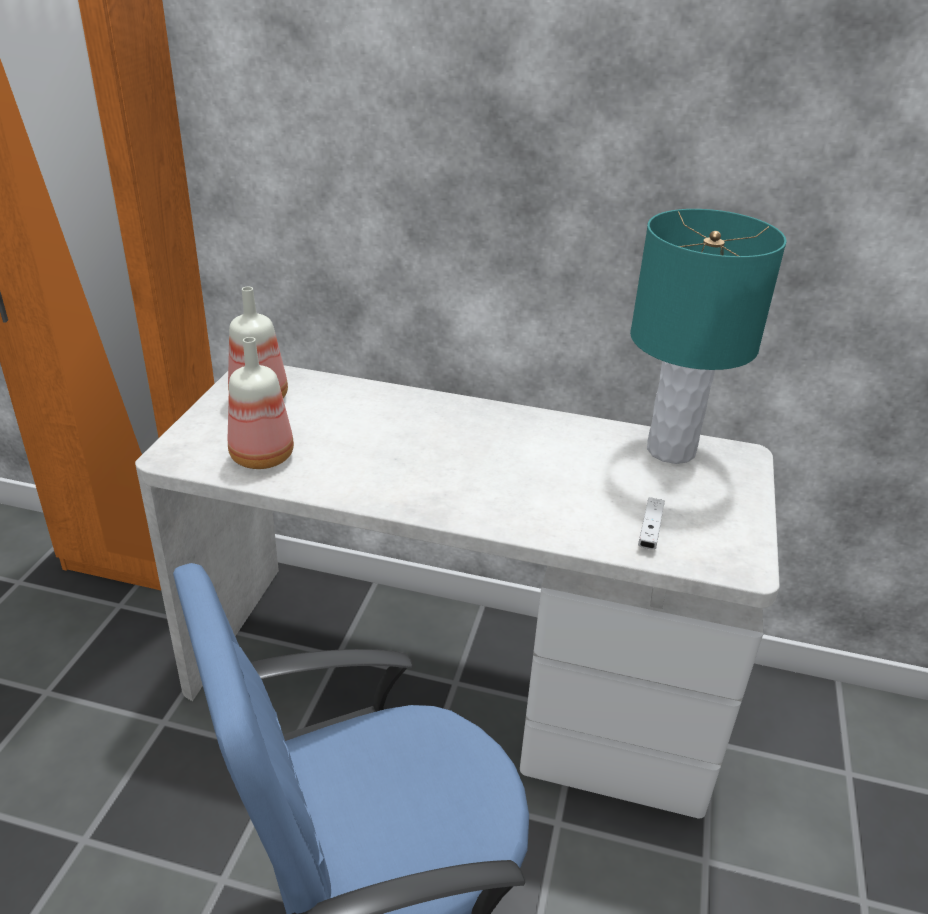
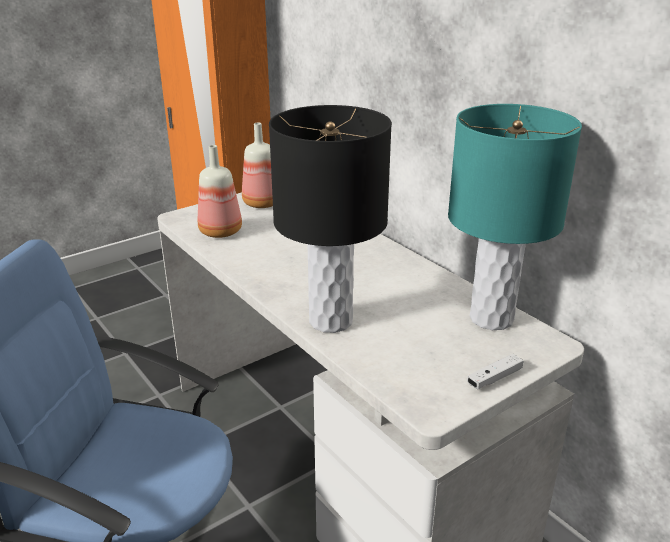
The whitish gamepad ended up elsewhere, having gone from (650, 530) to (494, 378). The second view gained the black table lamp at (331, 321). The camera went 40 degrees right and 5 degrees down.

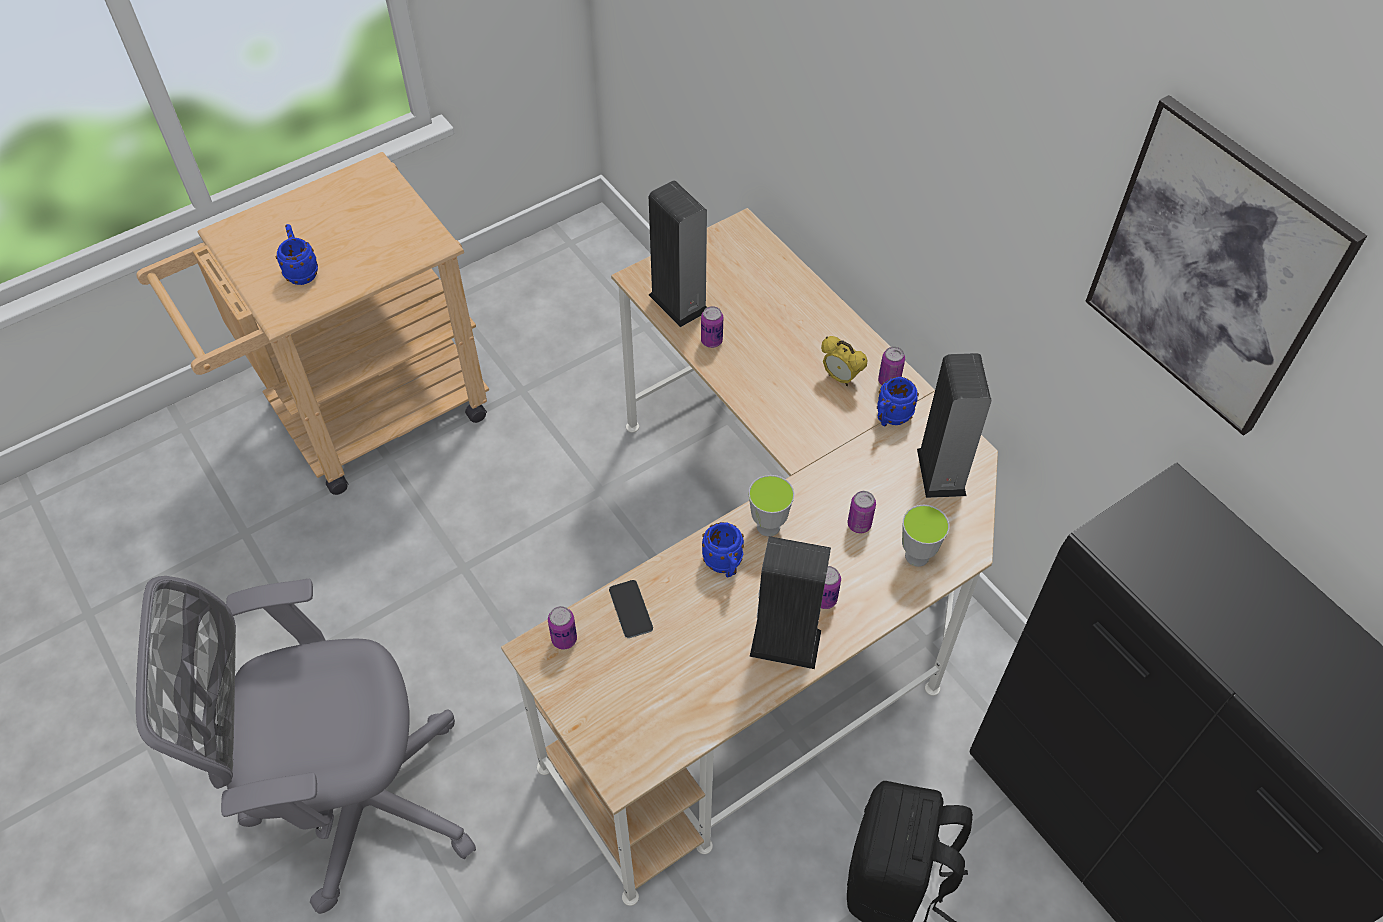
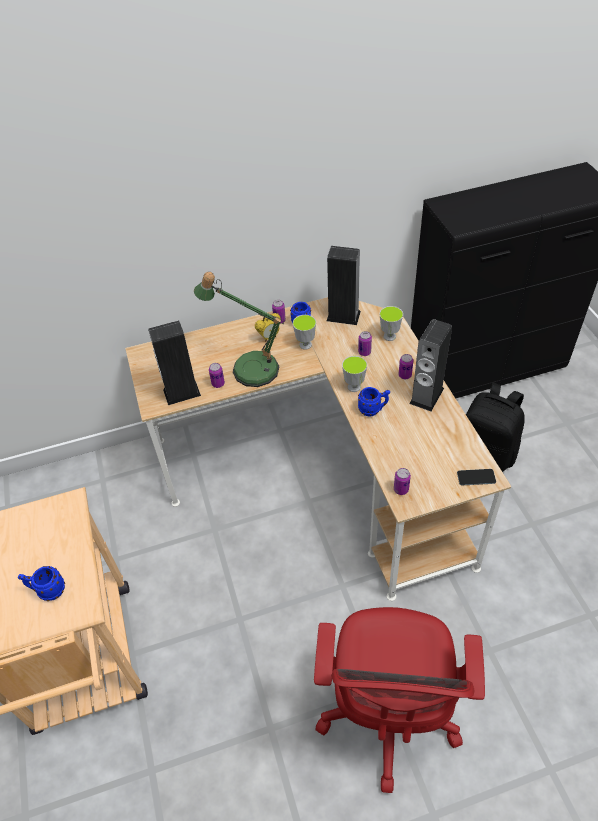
What was the greyish office chair at (353, 801) turned into the red office chair at (388, 714). The phone ended up elsewhere, having gone from (630, 609) to (476, 477). The second view lost the wall art at (1212, 270). The second view gained the table lamp at (249, 366). The second view gained the small cup at (305, 345). The camera went 70 degrees left and 5 degrees down.

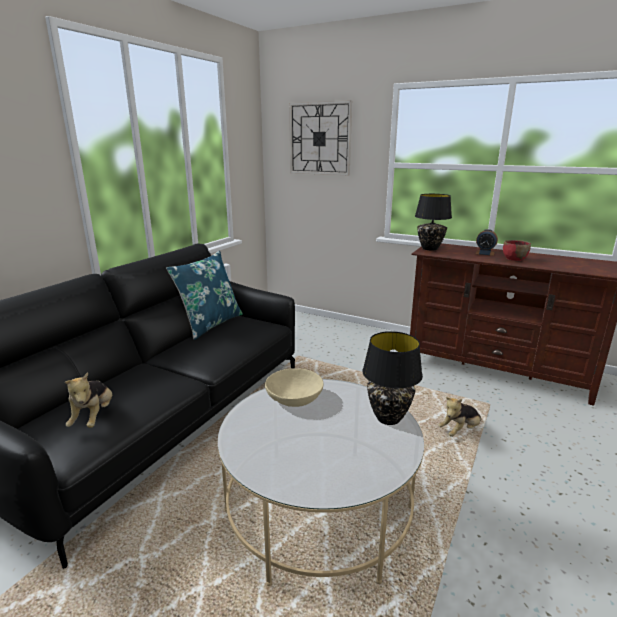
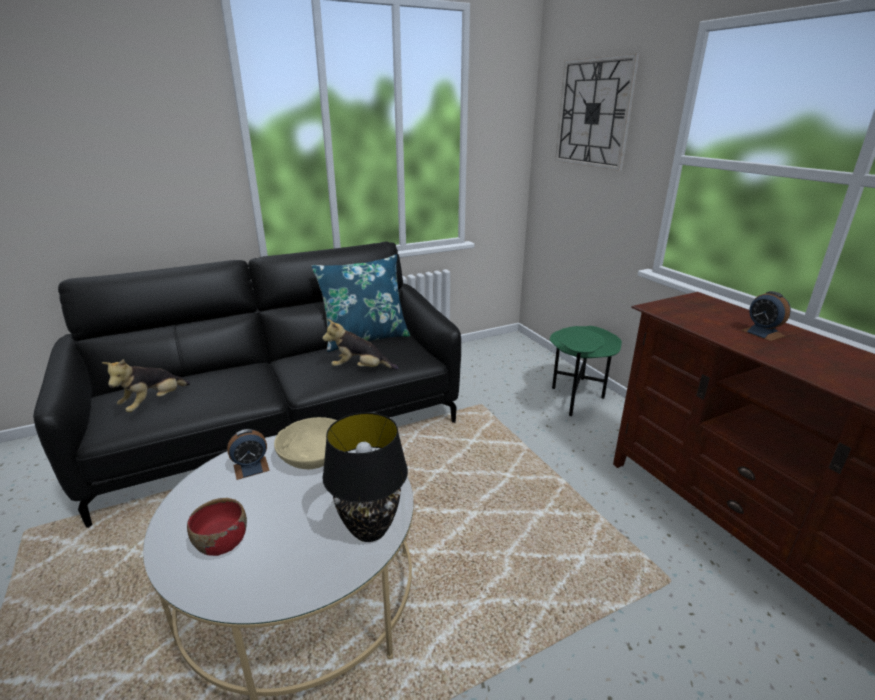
The second view lost the black table lamp at (430, 249). The plush toy ended up elsewhere, having gone from (460, 430) to (360, 369). The red serving bowl ended up elsewhere, having gone from (514, 259) to (222, 543). The second view gained the bedside clock at (251, 467). The second view gained the green-coloured accent table at (576, 398). The camera went 35 degrees right and 5 degrees up.

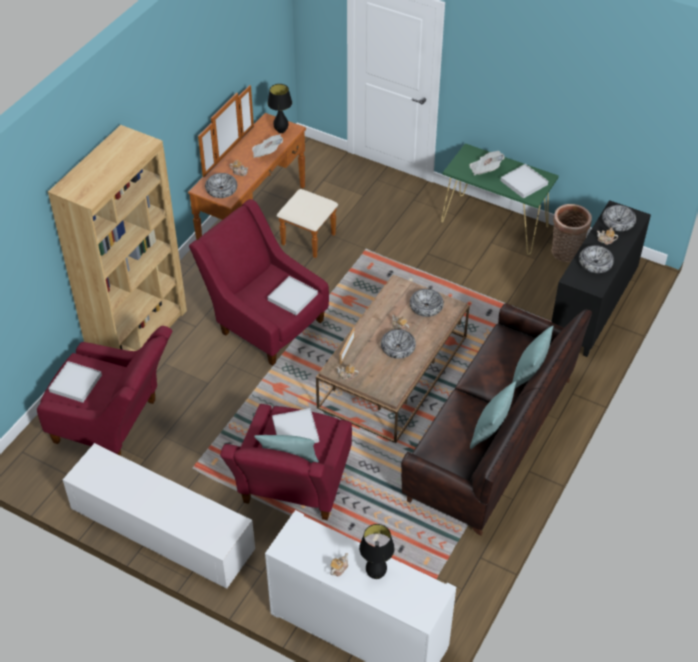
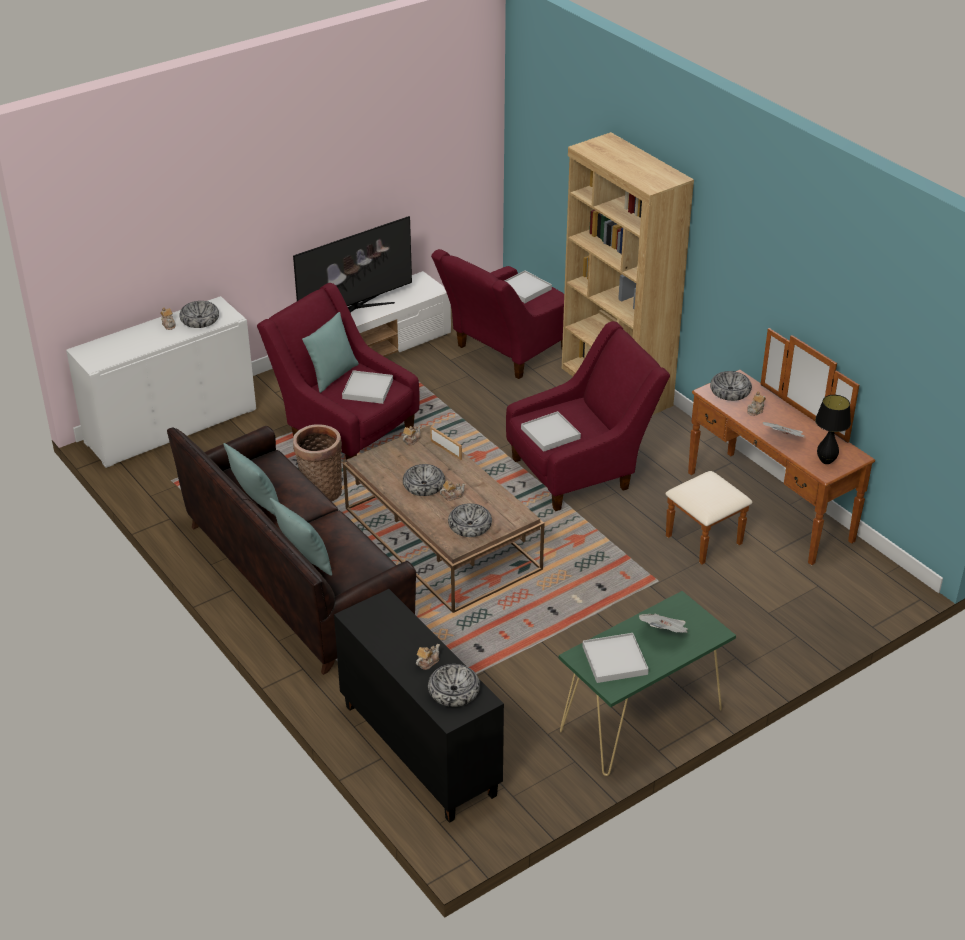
The second view lost the black table lamp at (376, 574). The household basket ended up elsewhere, having gone from (566, 254) to (320, 491). The serving bowl ended up elsewhere, having gone from (595, 263) to (200, 320). The second view gained the TV set at (355, 309). The camera went 115 degrees right and 10 degrees down.

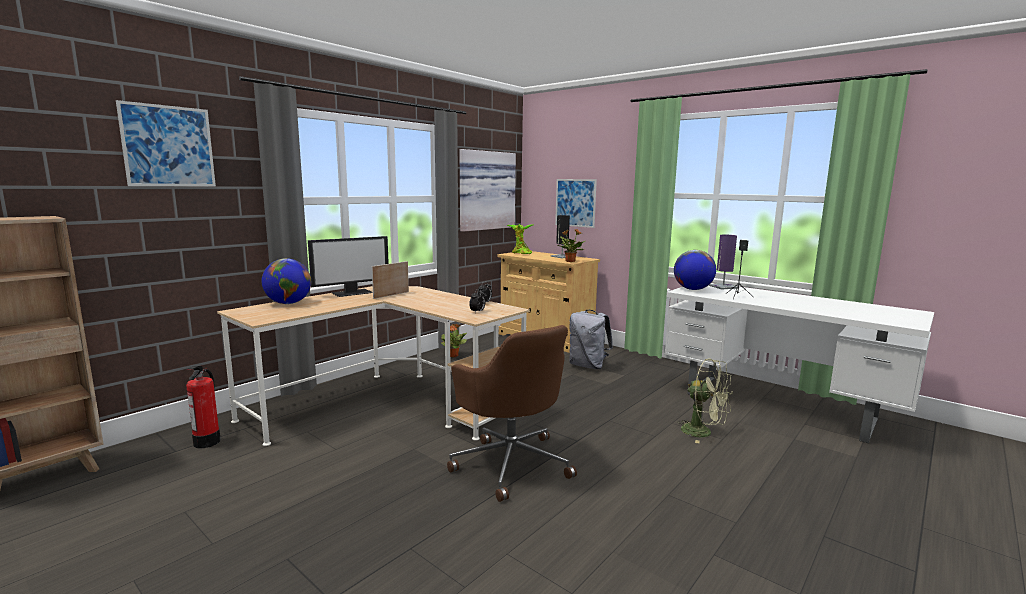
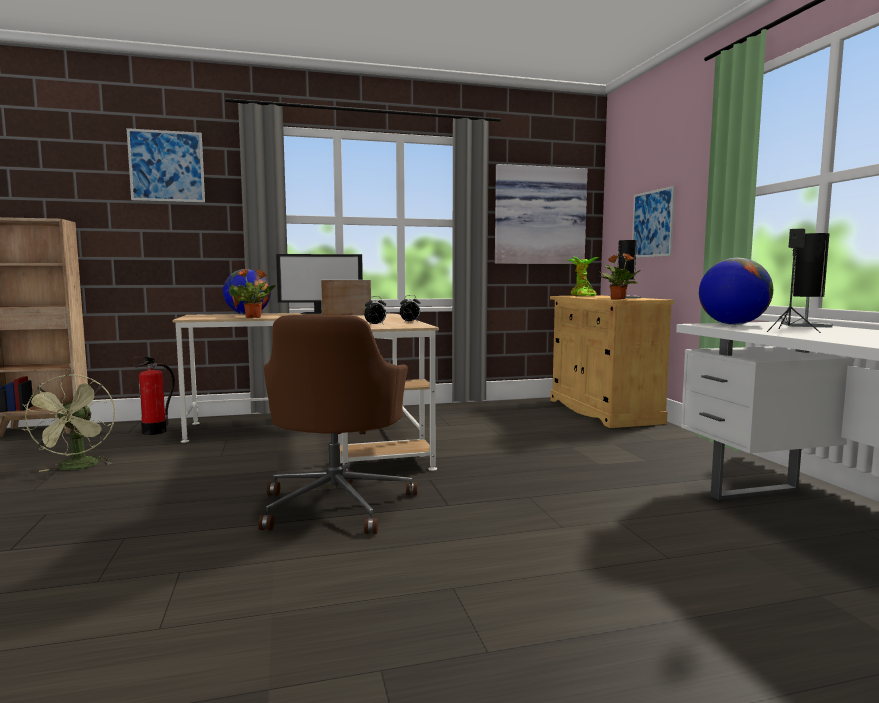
The plant in a pot ended up elsewhere, having gone from (453, 355) to (254, 317). The second view lost the greyish backpack at (588, 366). The green-coloured cooling fan ended up elsewhere, having gone from (703, 433) to (78, 468). What was the purplish table lamp at (723, 287) turned into the black table lamp at (805, 325). The camera went 35 degrees right and 5 degrees down.

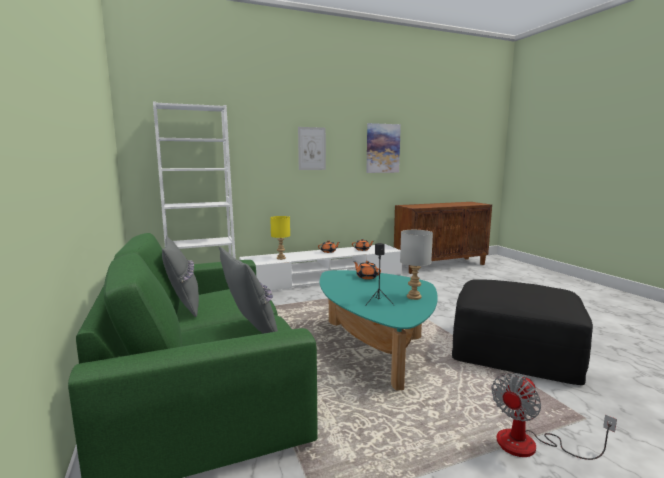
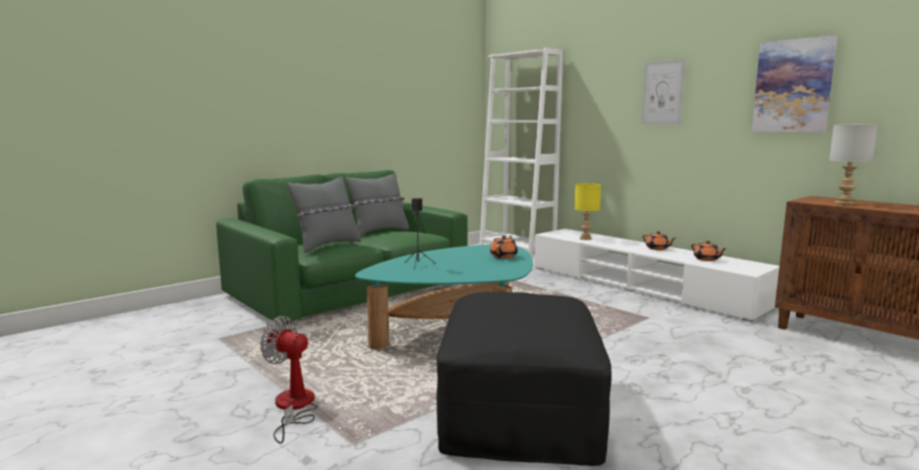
The greyish table lamp ended up elsewhere, having gone from (414, 297) to (845, 204). The camera went 70 degrees right and 0 degrees up.

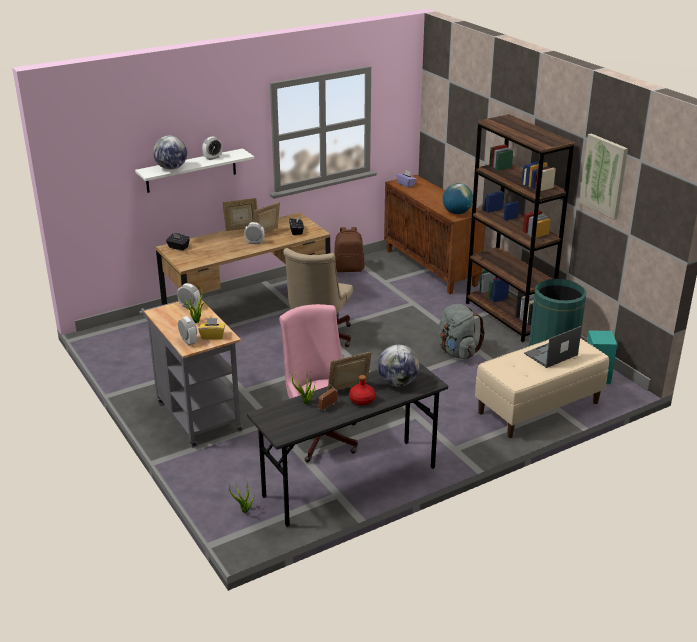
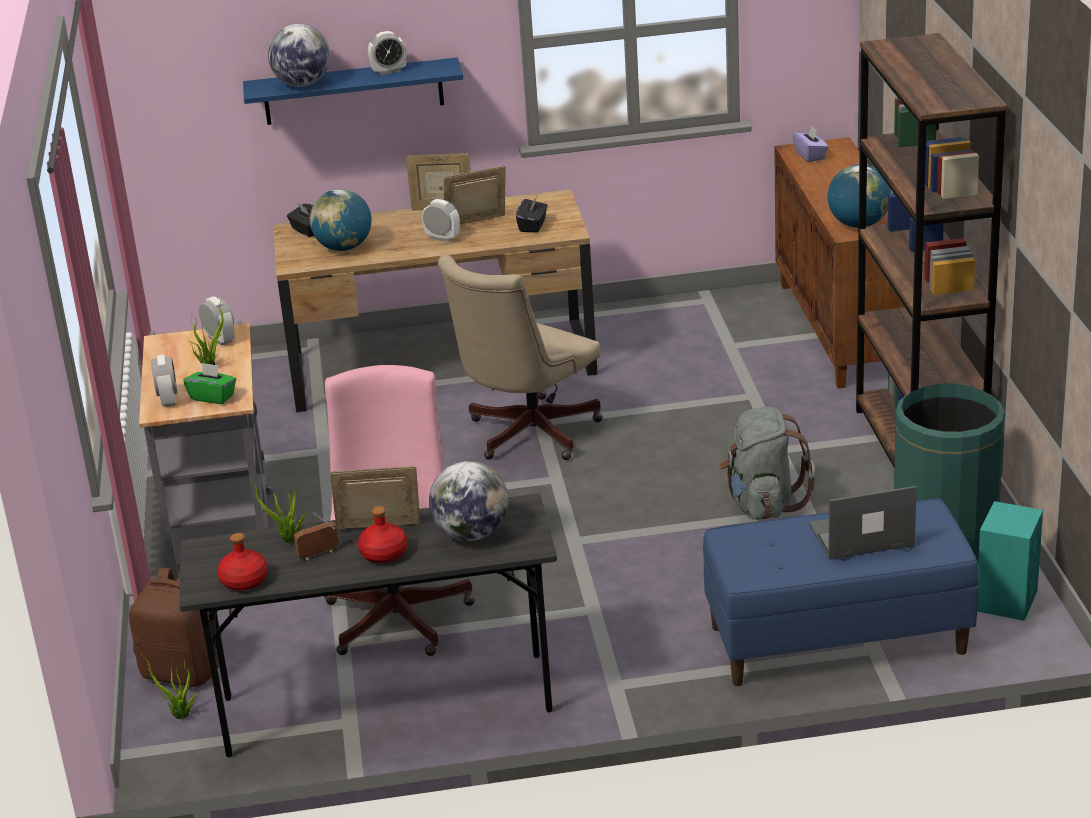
What was the whitish bracket shelf at (191, 170) turned into the blue-coloured bracket shelf at (353, 91). What was the yellow tissue holder at (212, 336) turned into the green-coloured tissue holder at (213, 397). The brown backpack ended up elsewhere, having gone from (349, 269) to (183, 672). What was the beige-coloured long seat at (538, 408) turned into the blue-coloured long seat at (836, 640). The second view lost the wall art at (604, 175). The second view gained the red beverage bottle at (245, 580). The second view gained the desk globe at (344, 248). The camera went 25 degrees right and 0 degrees up.

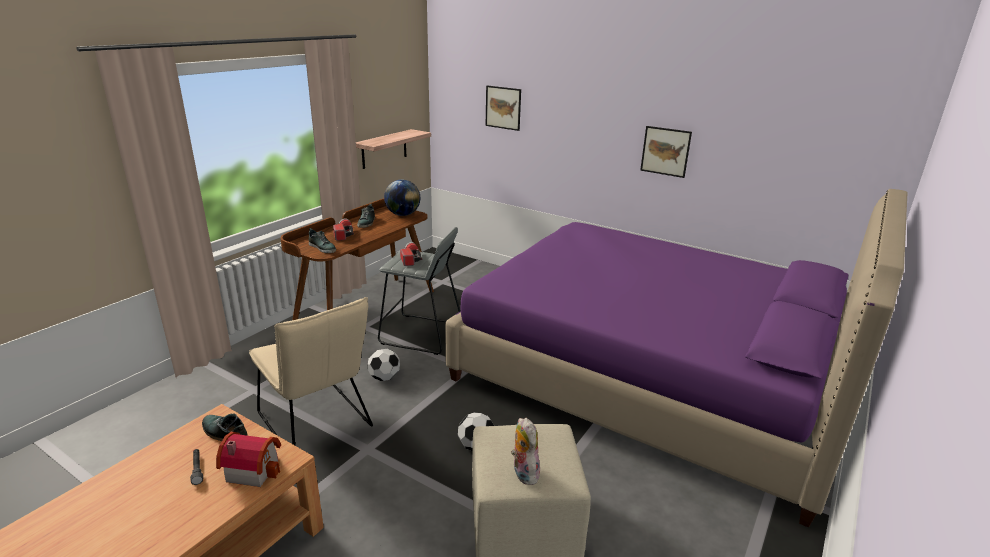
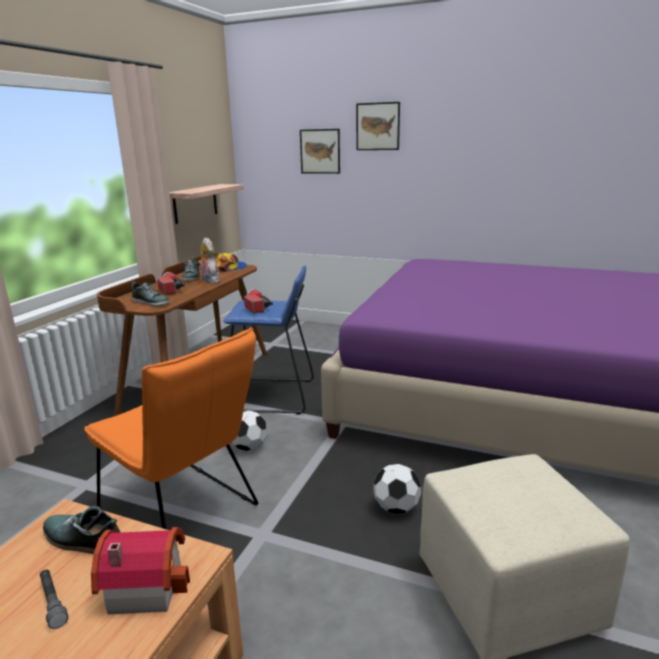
What was the beige-coloured plain chair at (318, 424) turned into the orangey plain chair at (185, 514). What was the greyish sitting stool at (421, 334) turned into the blue-coloured sitting stool at (272, 396). Where the desk globe stood at (403, 214), the cap came to stand at (229, 268). The plush toy ended up elsewhere, having gone from (523, 473) to (209, 281). The wall art ended up elsewhere, having gone from (665, 151) to (378, 126). The camera went 10 degrees left and 5 degrees down.

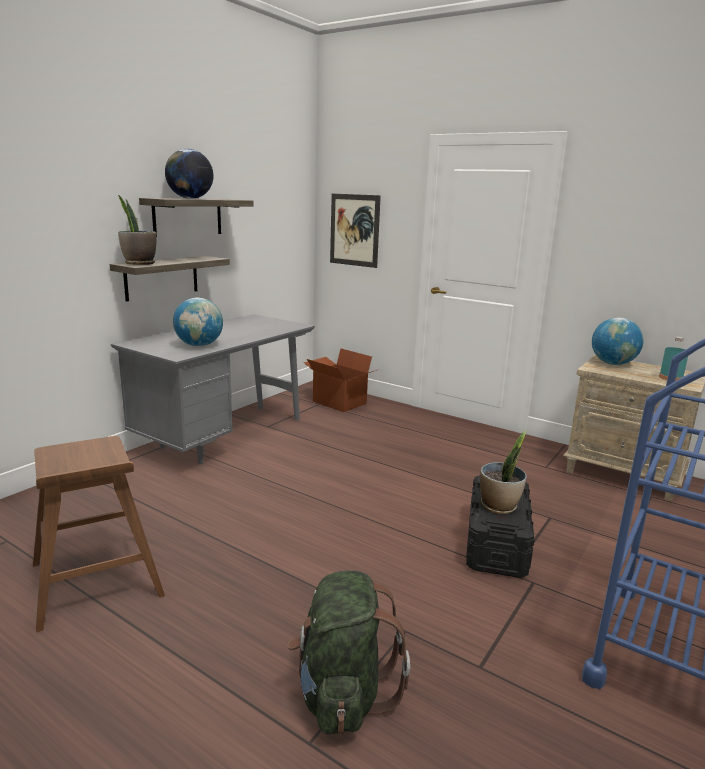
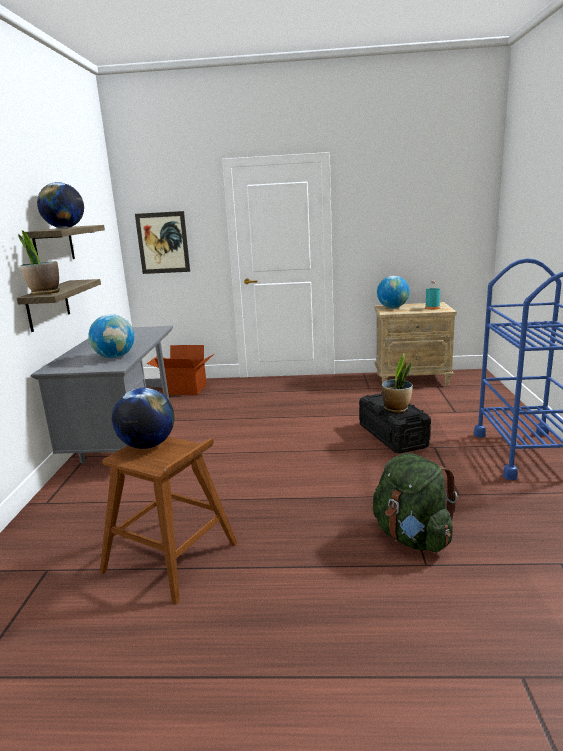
The second view gained the desk globe at (147, 445). The camera went 30 degrees left and 0 degrees up.

